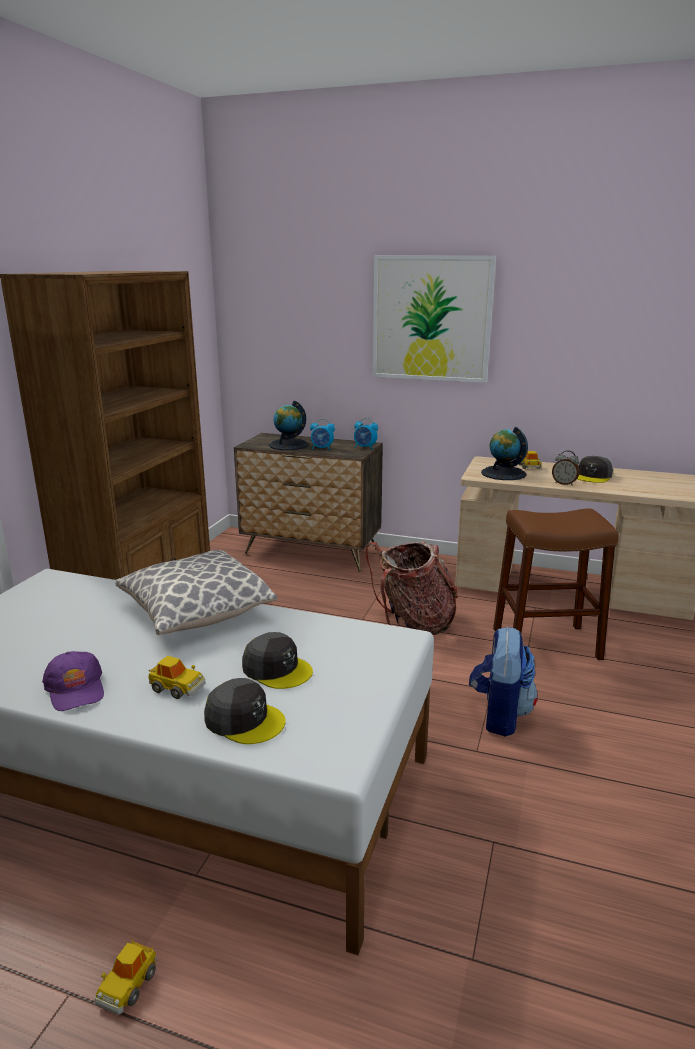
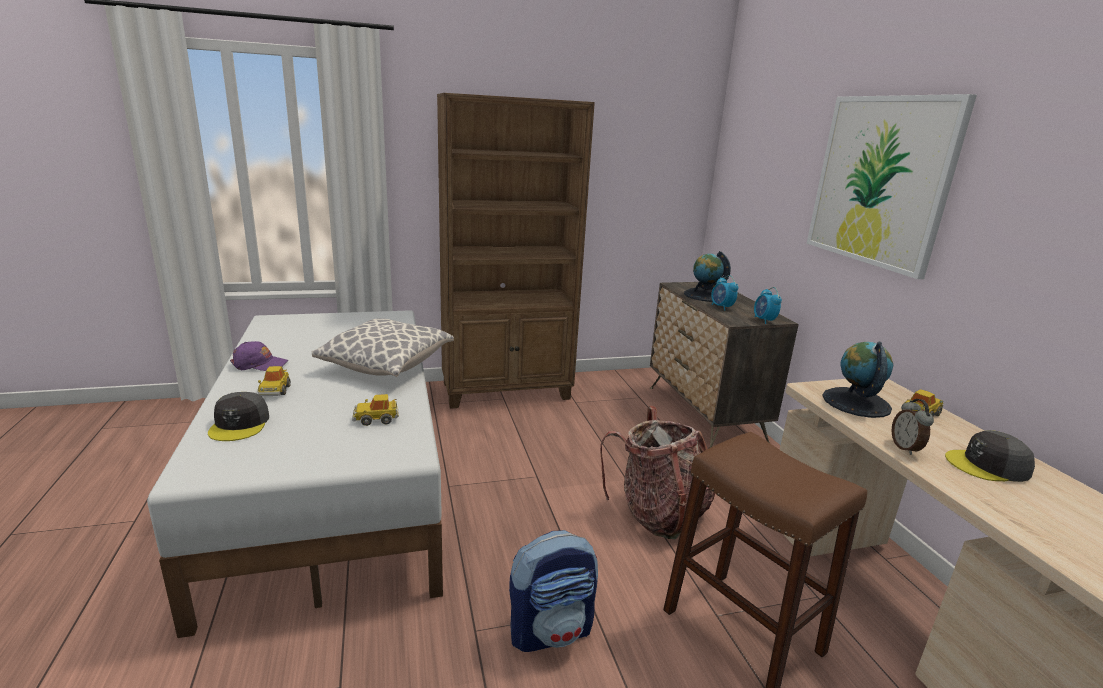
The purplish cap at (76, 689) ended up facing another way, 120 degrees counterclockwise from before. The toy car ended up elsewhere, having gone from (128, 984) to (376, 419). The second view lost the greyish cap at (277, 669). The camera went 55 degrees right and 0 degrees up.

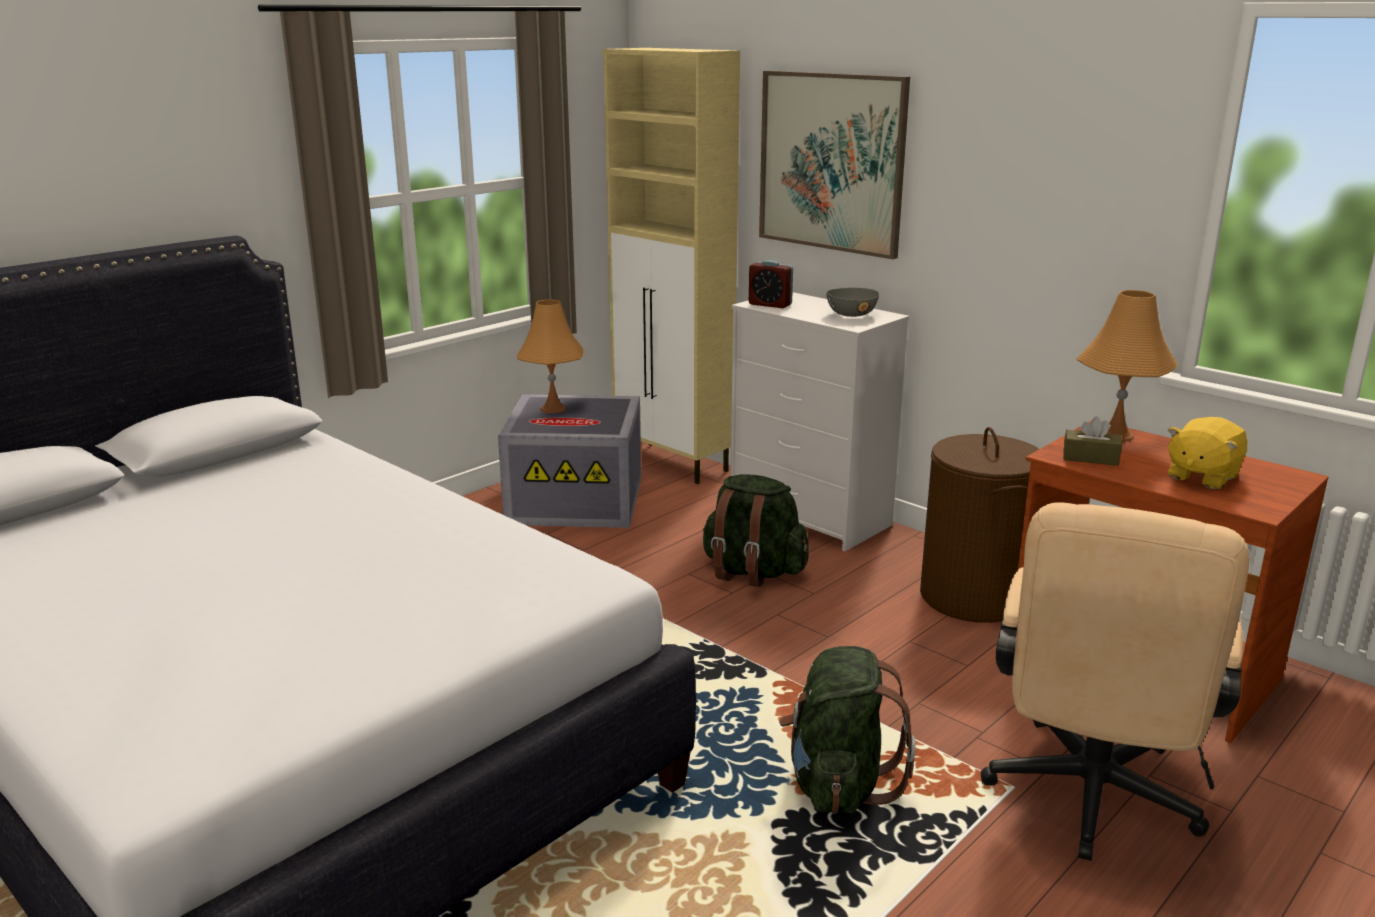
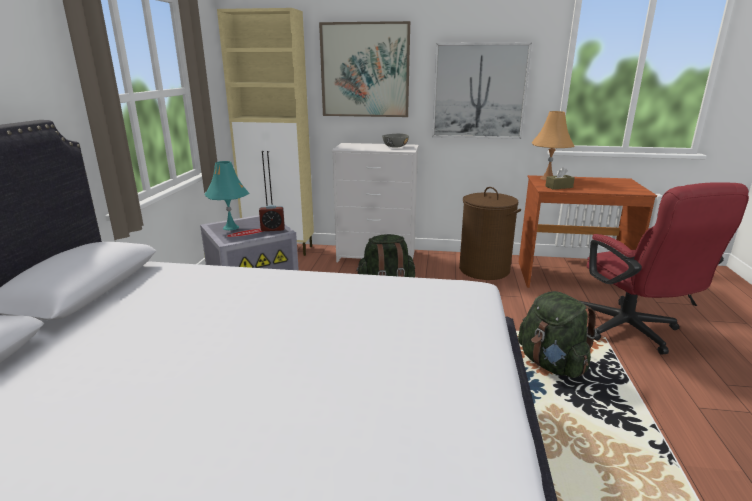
What was the orangey table lamp at (553, 408) turned into the turquoise-coloured table lamp at (231, 227). The bedside clock ended up elsewhere, having gone from (770, 304) to (273, 229). What was the beige-coloured office chair at (1089, 802) turned into the red office chair at (632, 332). The second view lost the yellow plush toy at (1201, 476). The second view gained the wall art at (479, 91). The camera went 35 degrees left and 0 degrees up.

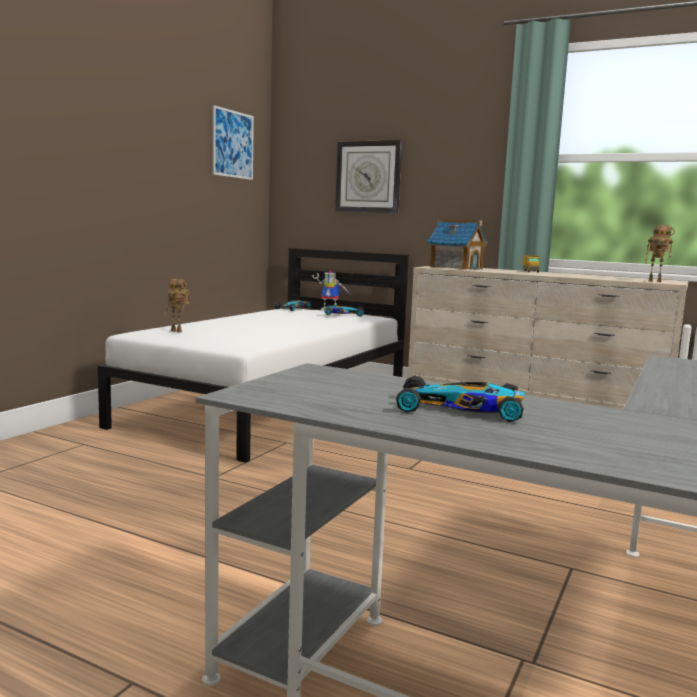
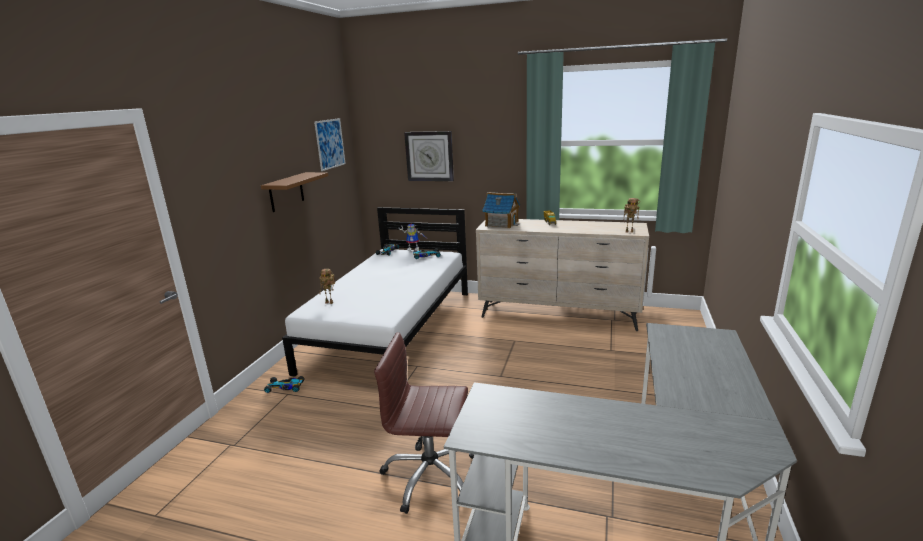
The toy car ended up elsewhere, having gone from (462, 409) to (286, 387). The second view gained the brown bracket shelf at (286, 192). The second view gained the brown office chair at (430, 476). The camera went 10 degrees left and 10 degrees up.

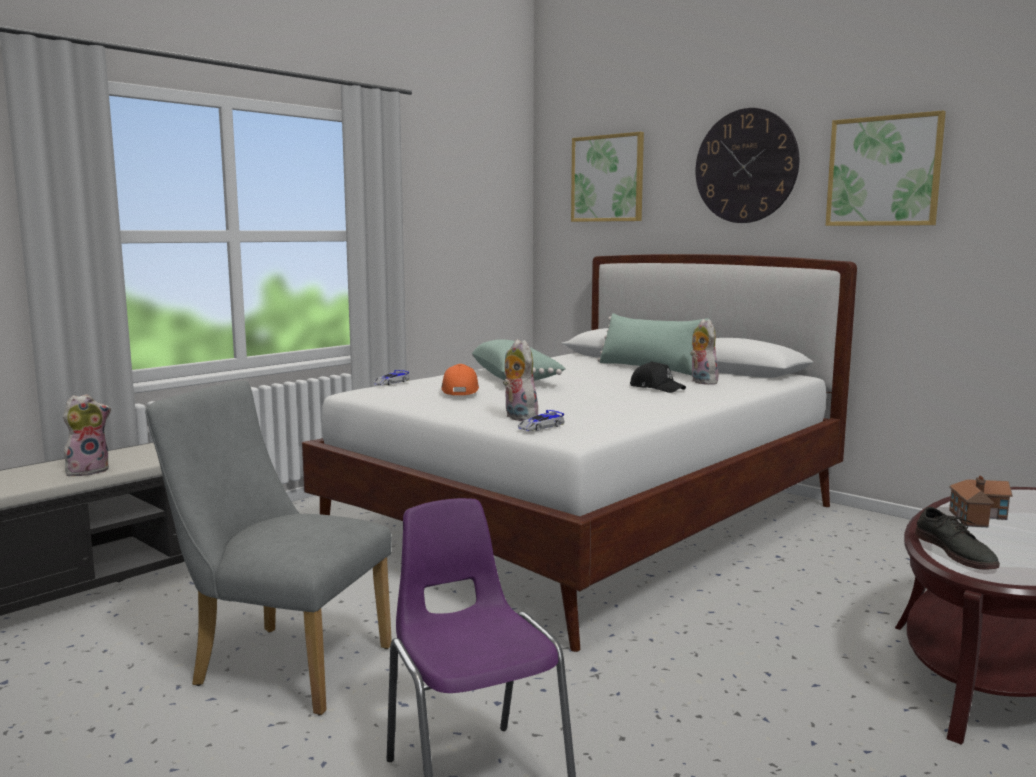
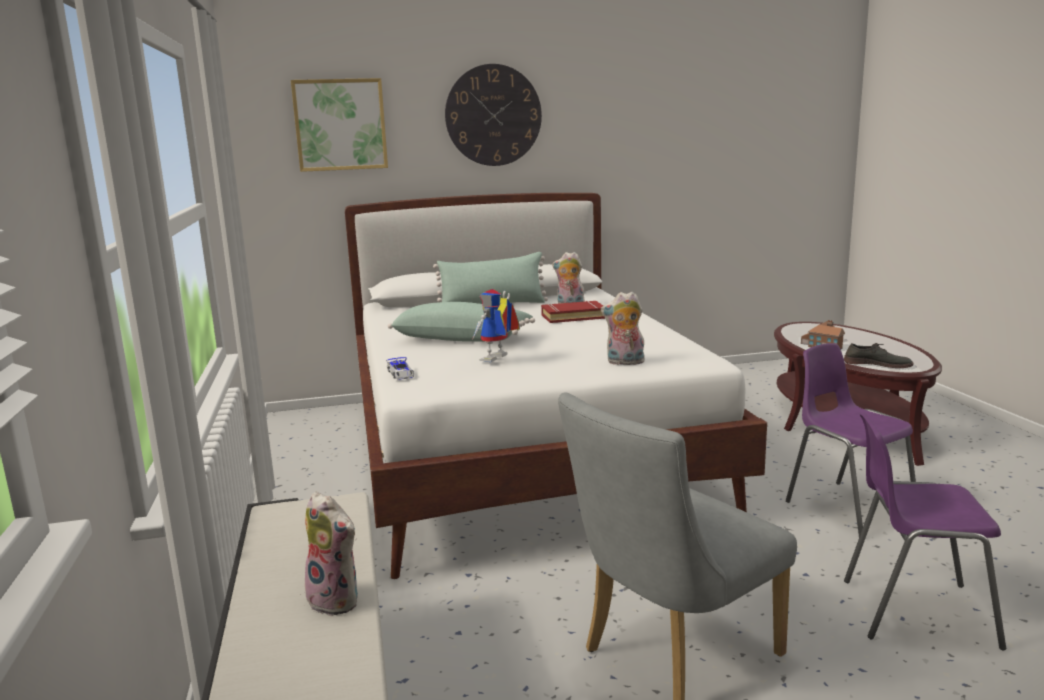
The plush toy at (88, 471) ended up facing another way, 135 degrees clockwise from before. Where the orangey cap stood at (459, 390), the model robot came to stand at (496, 359). The second view lost the toy car at (540, 427). Where the black cap stood at (657, 388), the red bound book came to stand at (573, 316). The second view lost the wall art at (884, 171). The second view gained the purplish plain chair at (847, 507). The camera went 55 degrees left and 5 degrees up.

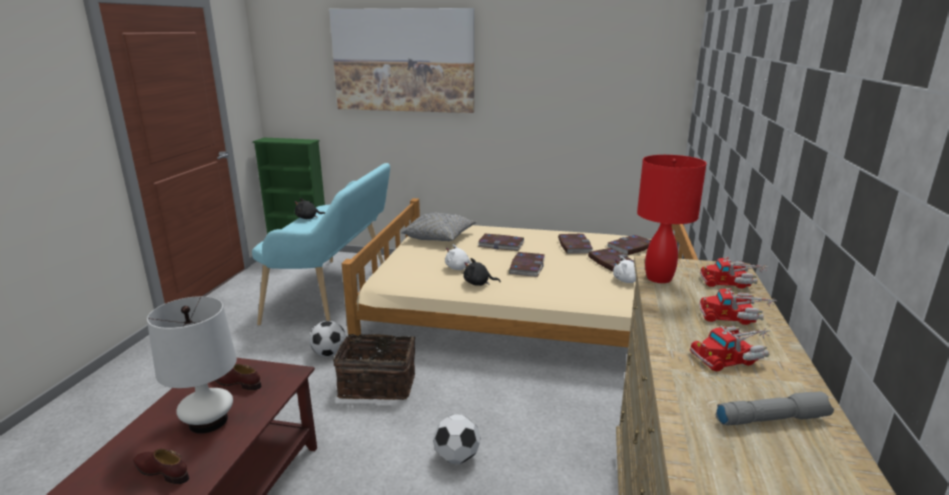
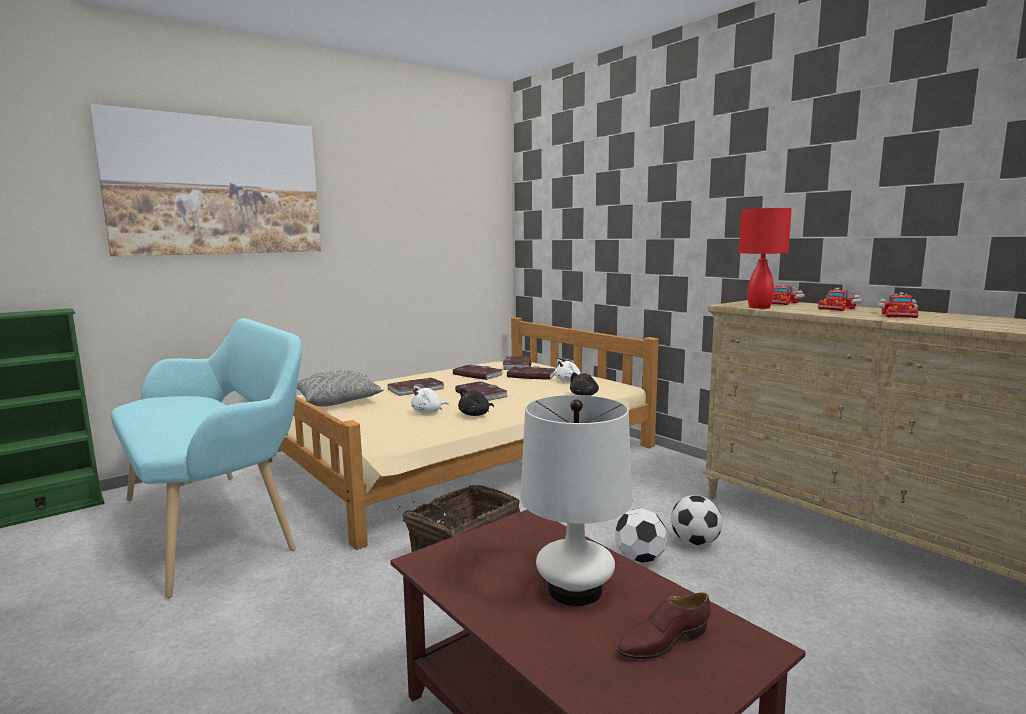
The second view lost the brown low shoe at (237, 383). The black plush toy ended up elsewhere, having gone from (308, 218) to (584, 395). The football ended up elsewhere, having gone from (329, 353) to (695, 543). The second view lost the greyish flashlight at (771, 418). The camera went 50 degrees left and 10 degrees down.

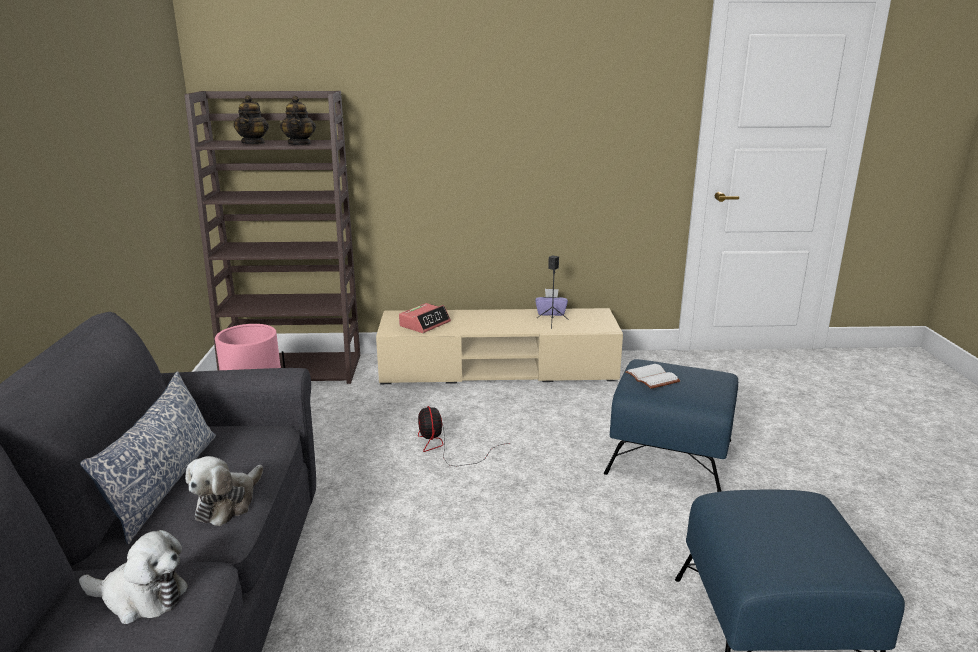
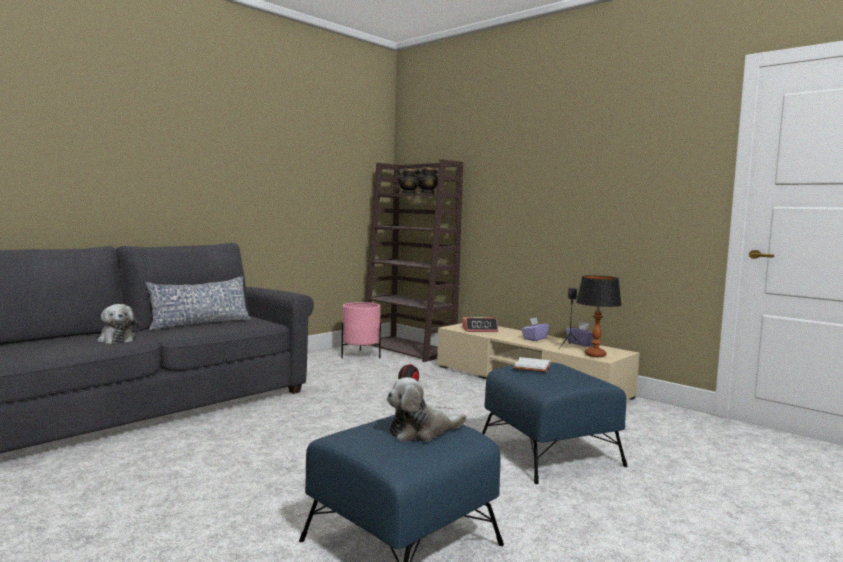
The plush toy ended up elsewhere, having gone from (228, 503) to (421, 432). The second view gained the purplish tissue holder at (534, 338). The second view gained the table lamp at (595, 355). The camera went 45 degrees right and 15 degrees down.

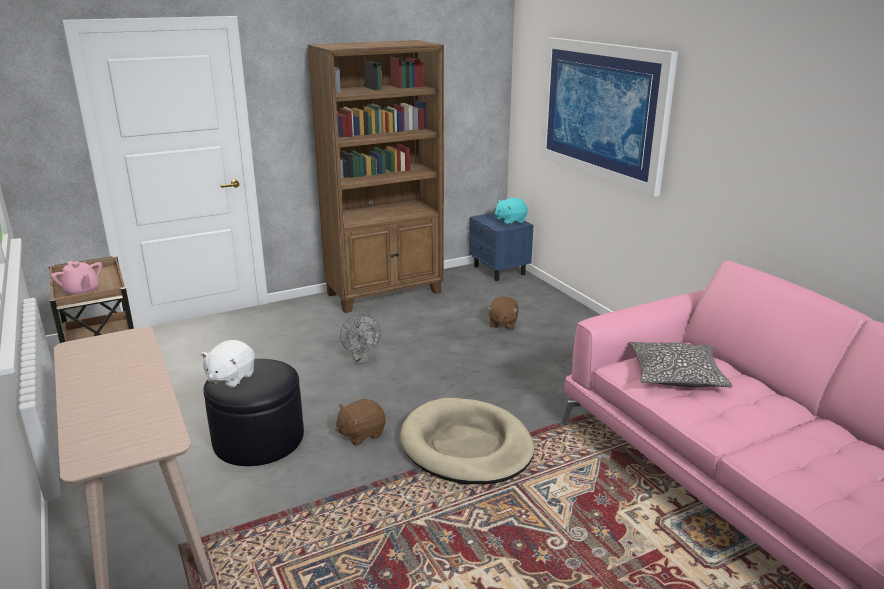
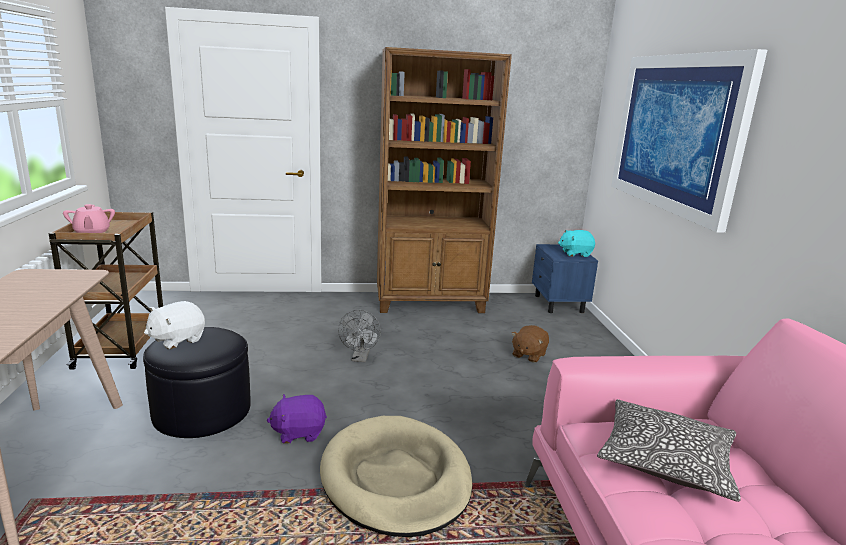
What was the brown plush toy at (361, 434) turned into the purplish plush toy at (299, 432). The camera went 20 degrees right and 5 degrees down.

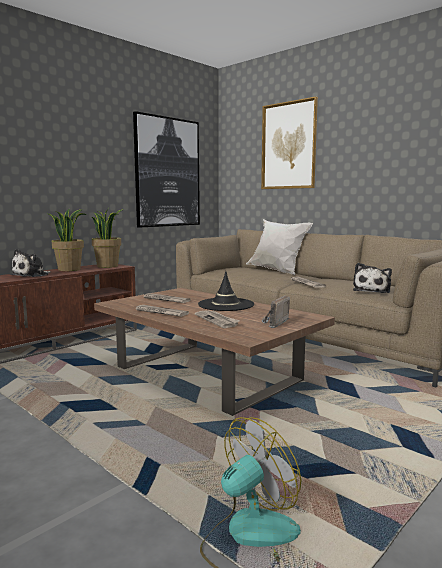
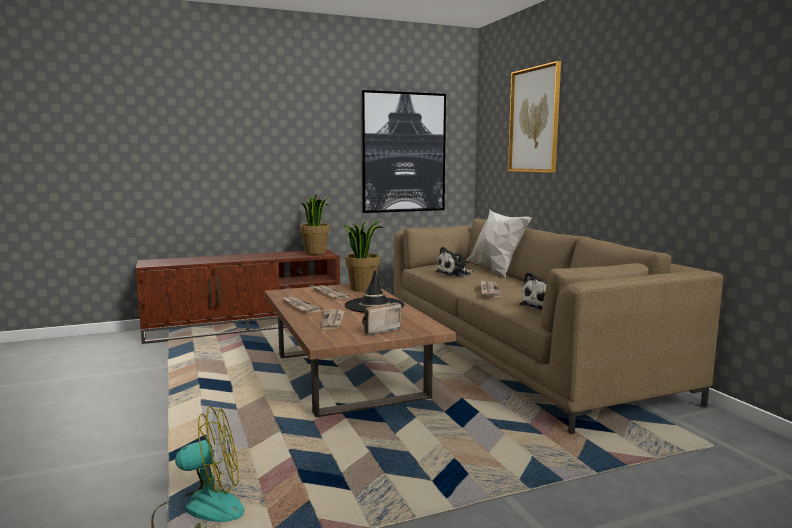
The plush toy ended up elsewhere, having gone from (32, 275) to (455, 274). The plant in a pot ended up elsewhere, having gone from (69, 269) to (363, 288). The camera went 25 degrees right and 0 degrees up.

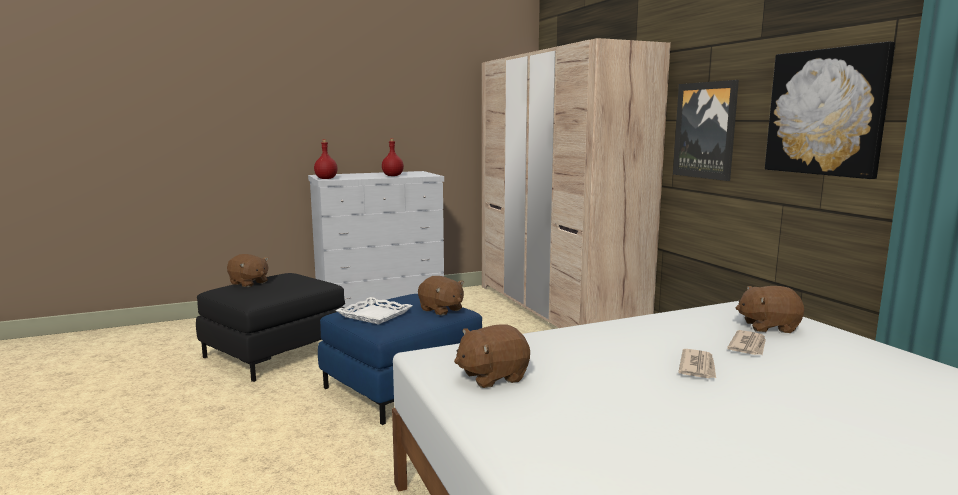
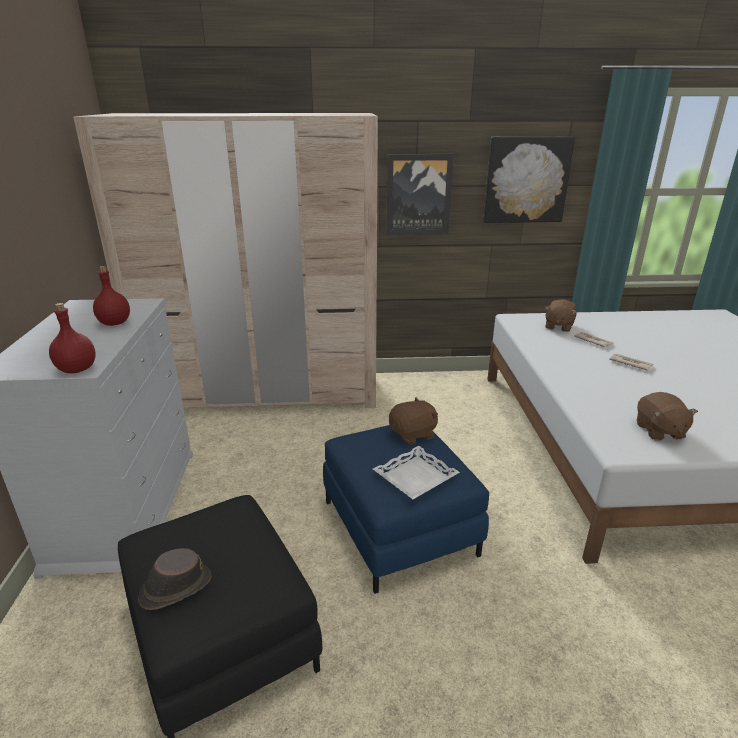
Where the brown plush toy stood at (249, 283), the brown hat came to stand at (175, 588). The camera went 70 degrees left and 15 degrees up.

